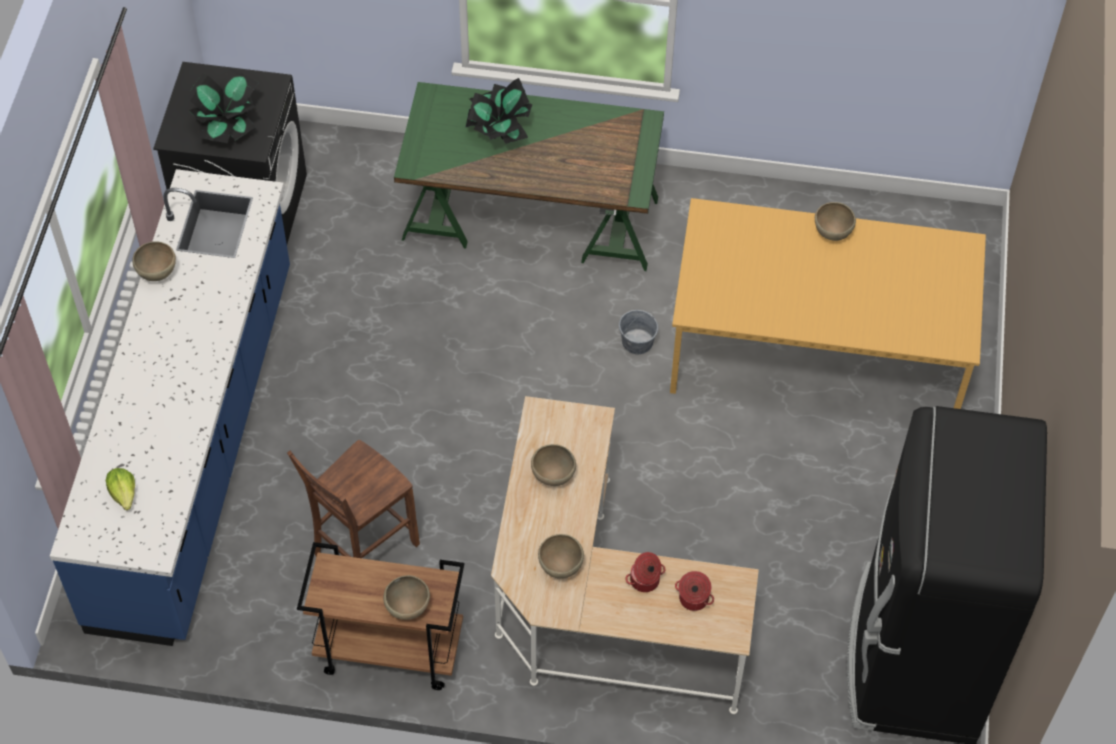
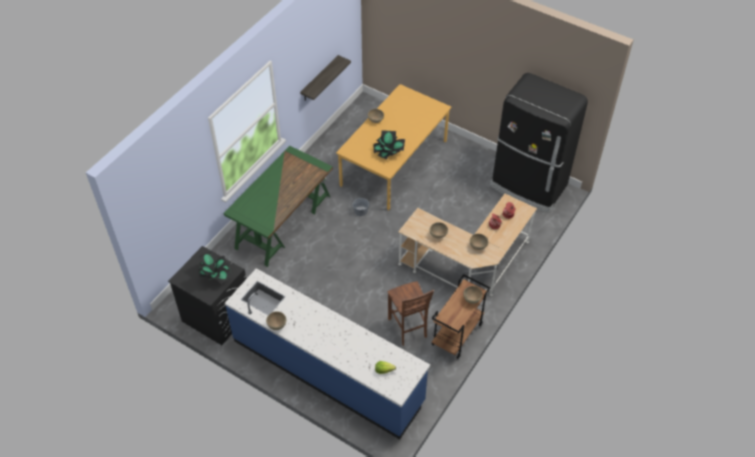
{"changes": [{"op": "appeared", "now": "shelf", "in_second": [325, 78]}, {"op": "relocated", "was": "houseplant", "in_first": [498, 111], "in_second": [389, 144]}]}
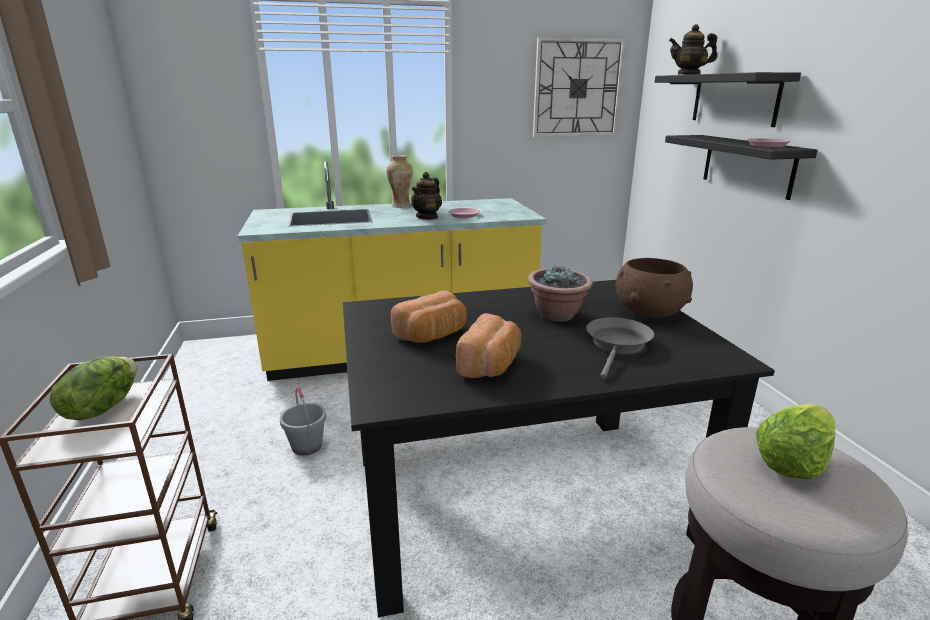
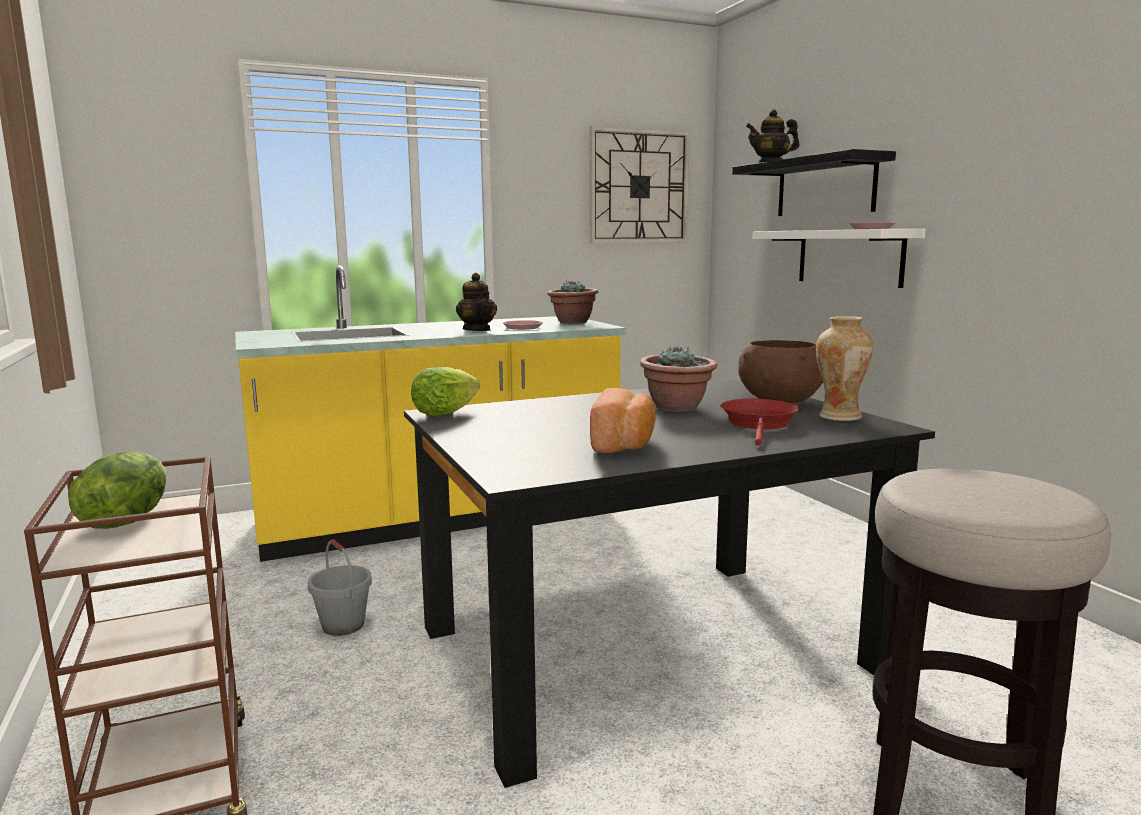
{"changes": [{"op": "missing", "was": "bread", "in_first": [429, 316]}, {"op": "appeared", "now": "houseplant", "in_second": [572, 302]}, {"op": "relocated", "was": "flower vase", "in_first": [399, 181], "in_second": [844, 368]}, {"op": "relocated", "was": "lettuce head", "in_first": [795, 442], "in_second": [445, 391]}, {"op": "colour", "was": "grey pan", "now": "red pan", "in_first": [620, 348], "in_second": [760, 422]}, {"op": "colour", "was": "blackish shelf", "now": "whitish shelf", "in_first": [741, 167], "in_second": [839, 258]}, {"op": "spun", "was": "teapot", "in_first": [426, 196], "in_second": [476, 302], "clockwise": -45}]}
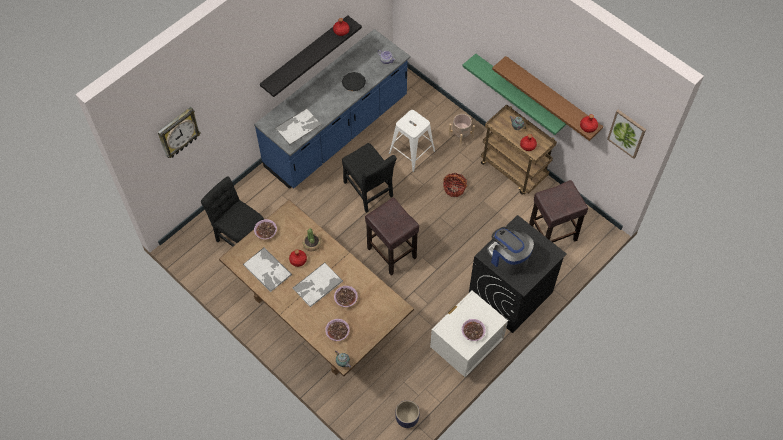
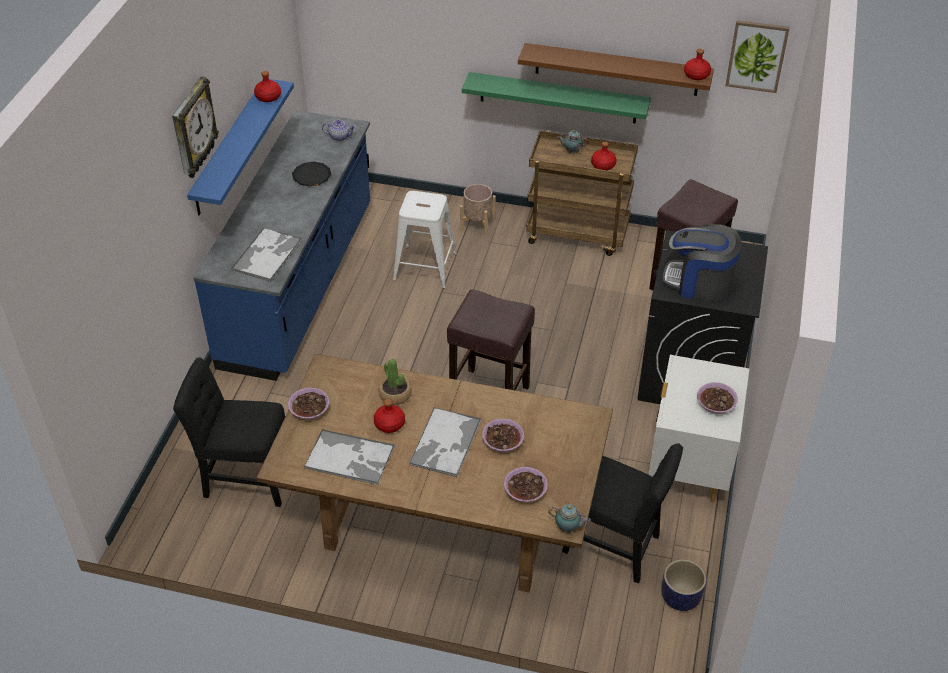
{"changes": [{"op": "missing", "was": "storage basket", "in_first": [455, 185]}, {"op": "relocated", "was": "hanging clock", "in_first": [179, 132], "in_second": [195, 127]}, {"op": "relocated", "was": "blackish plain chair", "in_first": [369, 178], "in_second": [622, 513]}, {"op": "colour", "was": "blackish shelf", "now": "blue-coloured shelf", "in_first": [311, 56], "in_second": [240, 147]}]}
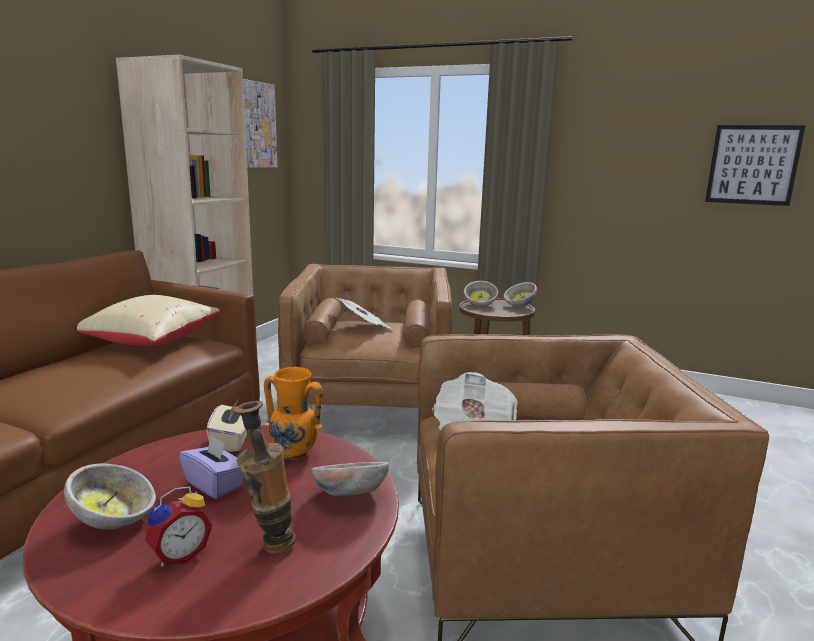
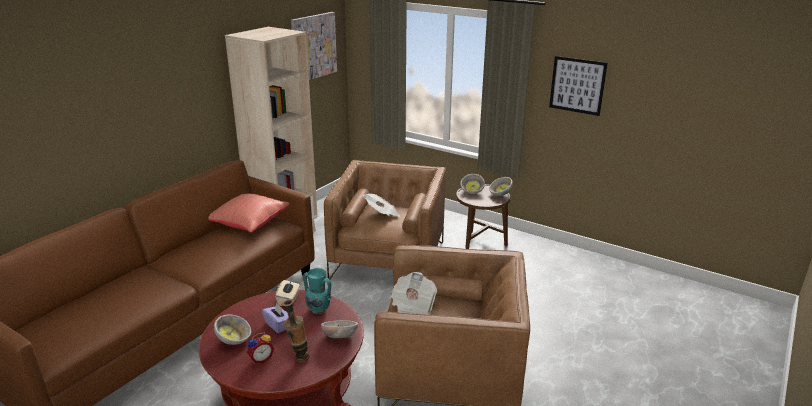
{"changes": [{"op": "relocated", "was": "picture", "in_first": [755, 165], "in_second": [578, 86]}, {"op": "colour", "was": "sand-coloured throw pillow", "now": "red throw pillow", "in_first": [148, 320], "in_second": [249, 213]}, {"op": "colour", "was": "orange-coloured flower vase", "now": "blue-green flower vase", "in_first": [293, 413], "in_second": [317, 291]}]}
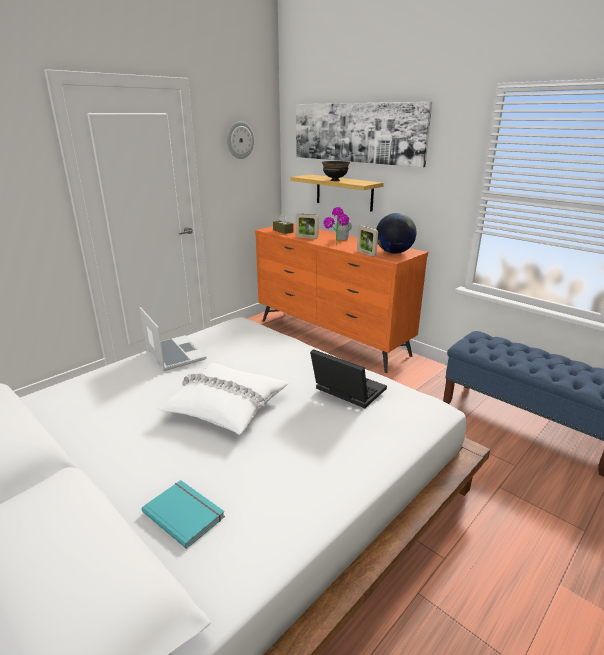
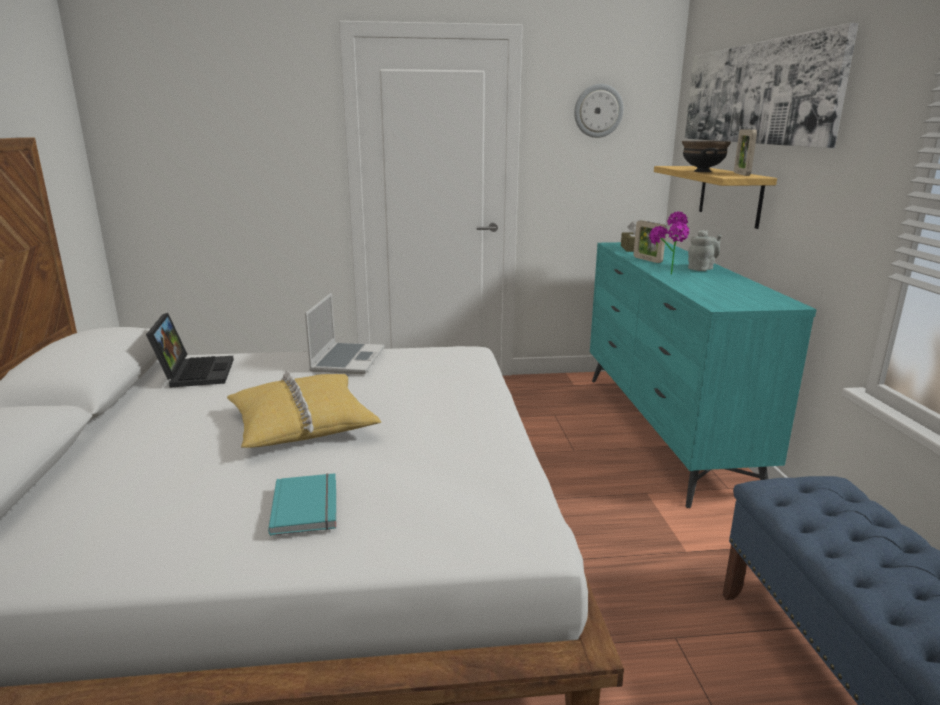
{"changes": [{"op": "missing", "was": "globe", "in_first": [396, 233]}, {"op": "relocated", "was": "blue-green volume", "in_first": [183, 514], "in_second": [302, 504]}, {"op": "relocated", "was": "laptop", "in_first": [348, 378], "in_second": [190, 350]}, {"op": "relocated", "was": "photo frame", "in_first": [367, 240], "in_second": [745, 152]}, {"op": "colour", "was": "whitish throw pillow", "now": "yellow throw pillow", "in_first": [223, 399], "in_second": [304, 409]}, {"op": "colour", "was": "orange-coloured chest of drawers", "now": "blue-green chest of drawers", "in_first": [341, 298], "in_second": [703, 375]}]}
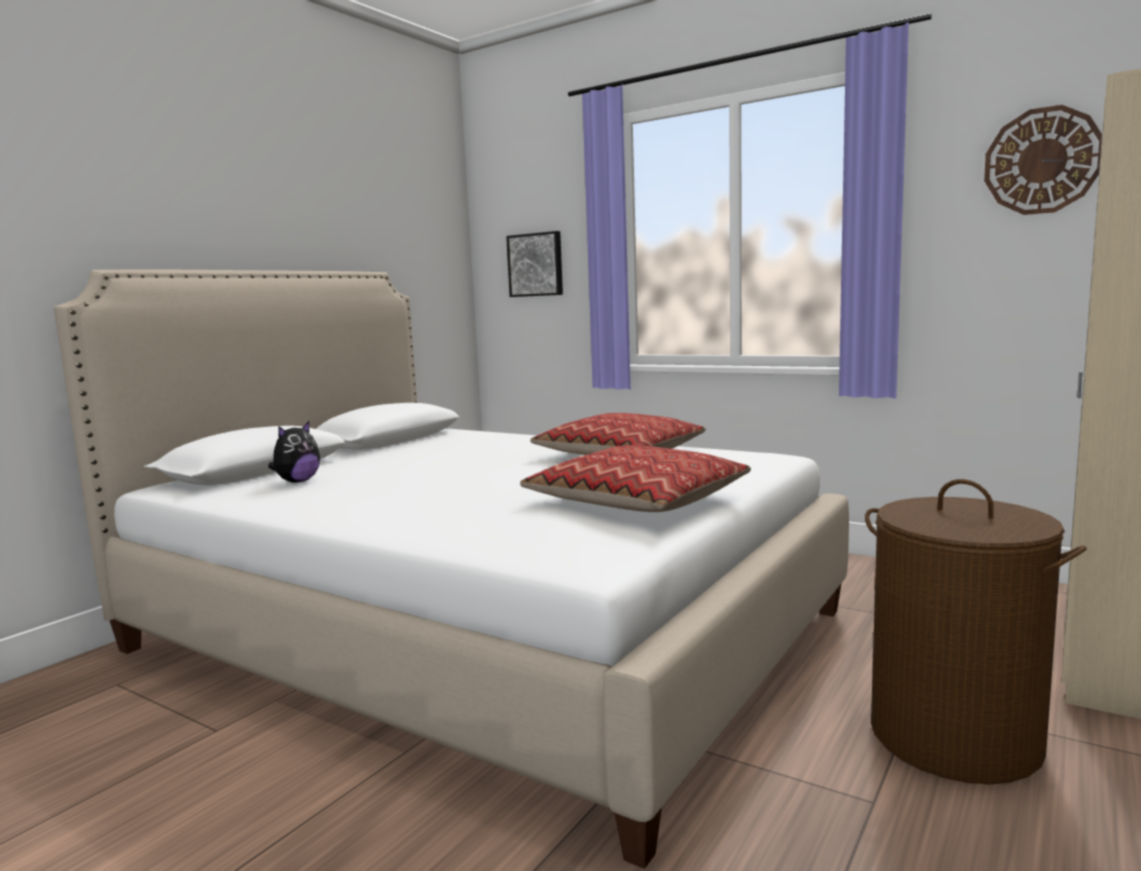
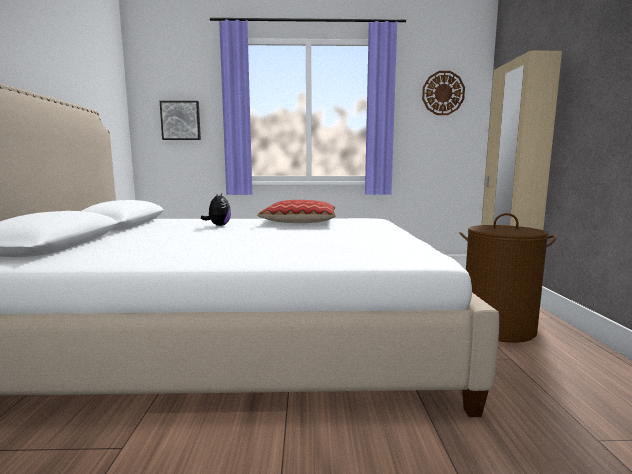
{"changes": [{"op": "missing", "was": "throw pillow", "in_first": [635, 478]}, {"op": "relocated", "was": "cuddly toy", "in_first": [294, 452], "in_second": [216, 209]}]}
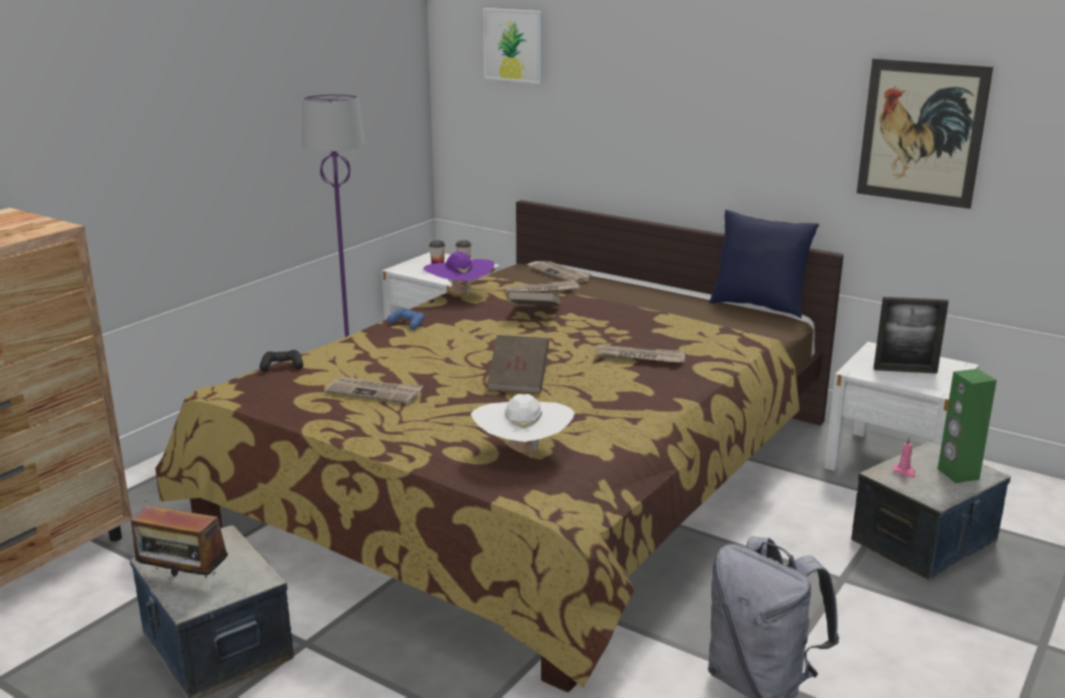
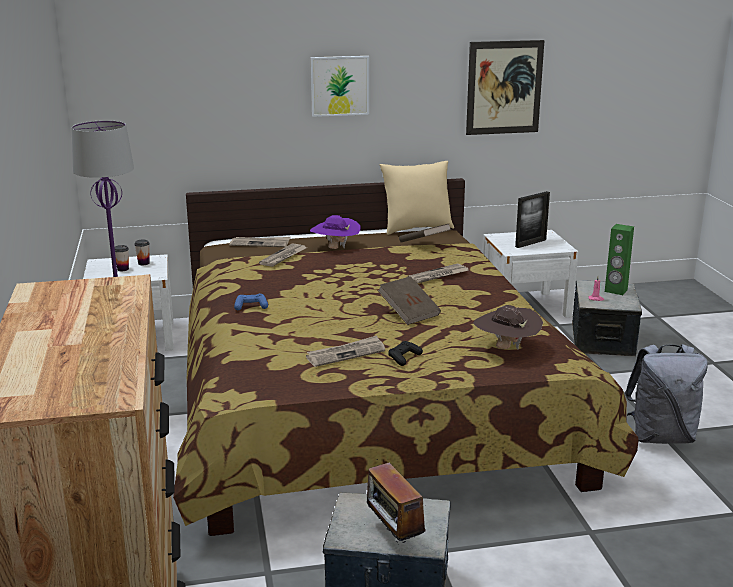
{"changes": [{"op": "relocated", "was": "blackish gamepad", "in_first": [281, 360], "in_second": [405, 353]}, {"op": "relocated", "was": "purplish hat", "in_first": [458, 274], "in_second": [335, 232]}, {"op": "relocated", "was": "picture", "in_first": [513, 46], "in_second": [340, 86]}, {"op": "relocated", "was": "brown-coloured volume", "in_first": [534, 298], "in_second": [425, 232]}, {"op": "colour", "was": "whitish hat", "now": "brown-coloured hat", "in_first": [523, 426], "in_second": [508, 327]}, {"op": "colour", "was": "blue-coloured throw pillow", "now": "sand-coloured throw pillow", "in_first": [764, 264], "in_second": [417, 198]}, {"op": "spun", "was": "radio set", "in_first": [179, 536], "in_second": [396, 501], "clockwise": 90}]}
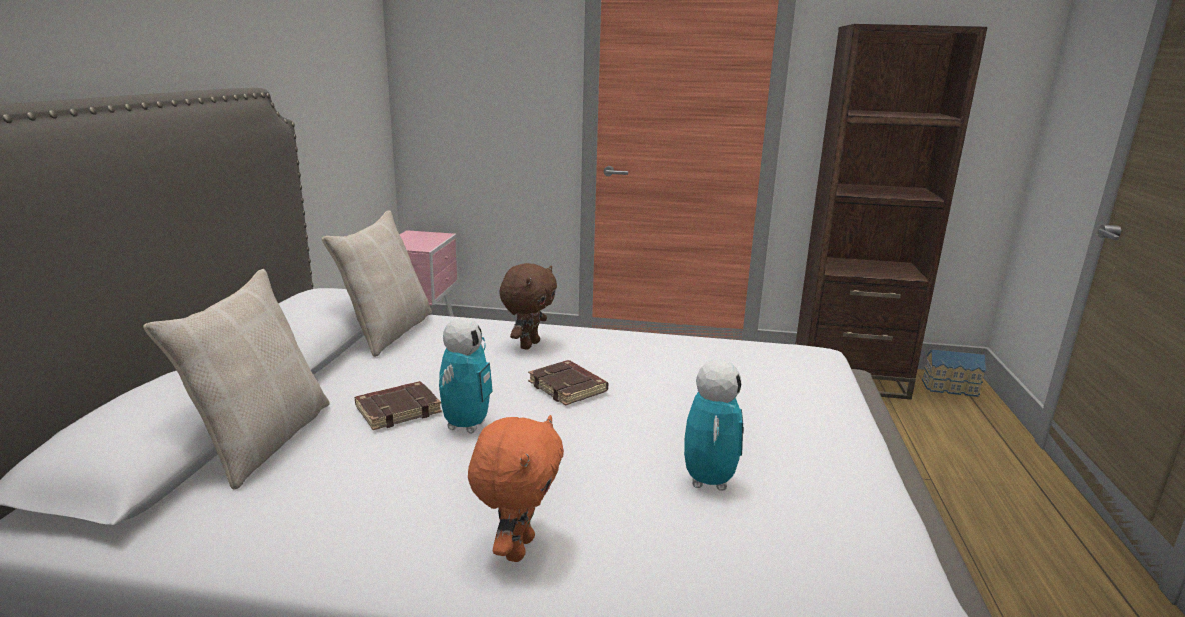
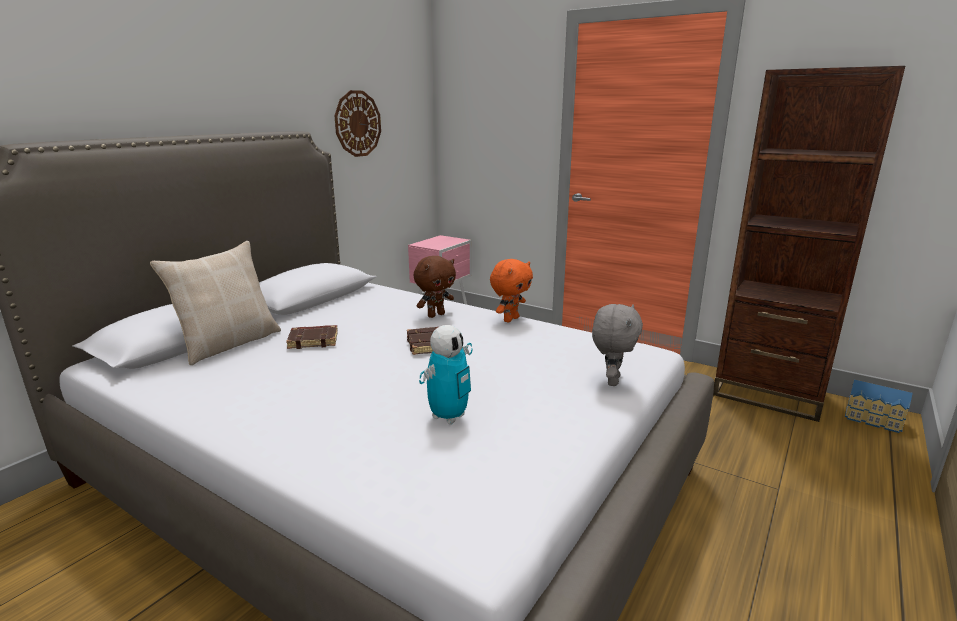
{"changes": [{"op": "missing", "was": "sand-coloured throw pillow", "in_first": [377, 283]}, {"op": "missing", "was": "robot figure", "in_first": [466, 375]}, {"op": "appeared", "now": "hanging clock", "in_second": [357, 123]}, {"op": "appeared", "now": "grey cuddly toy", "in_second": [617, 345]}, {"op": "relocated", "was": "orange-coloured cuddly toy", "in_first": [516, 488], "in_second": [511, 290]}]}
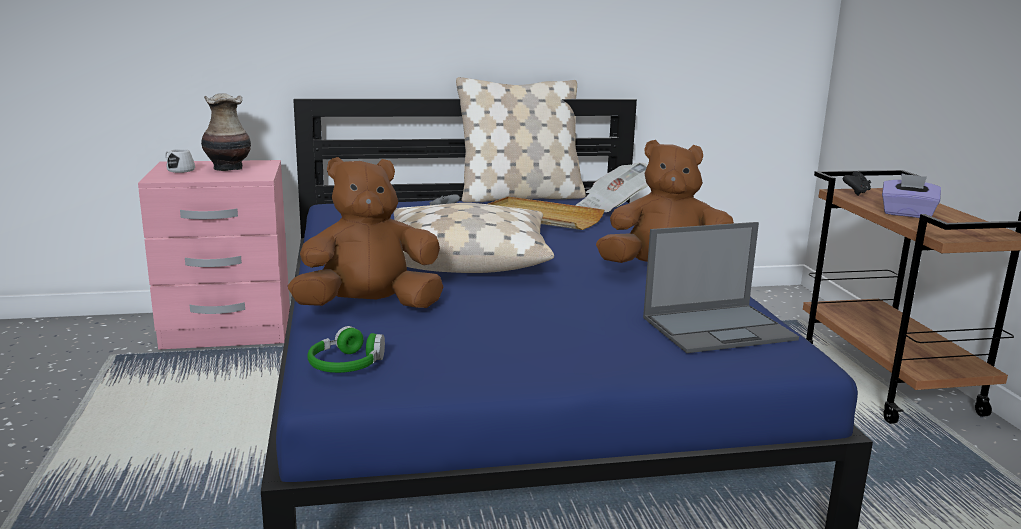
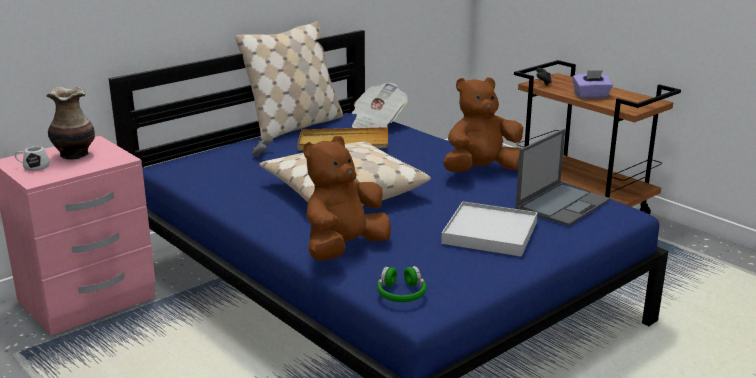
{"changes": [{"op": "appeared", "now": "whitish carrying tray", "in_second": [489, 229]}]}
